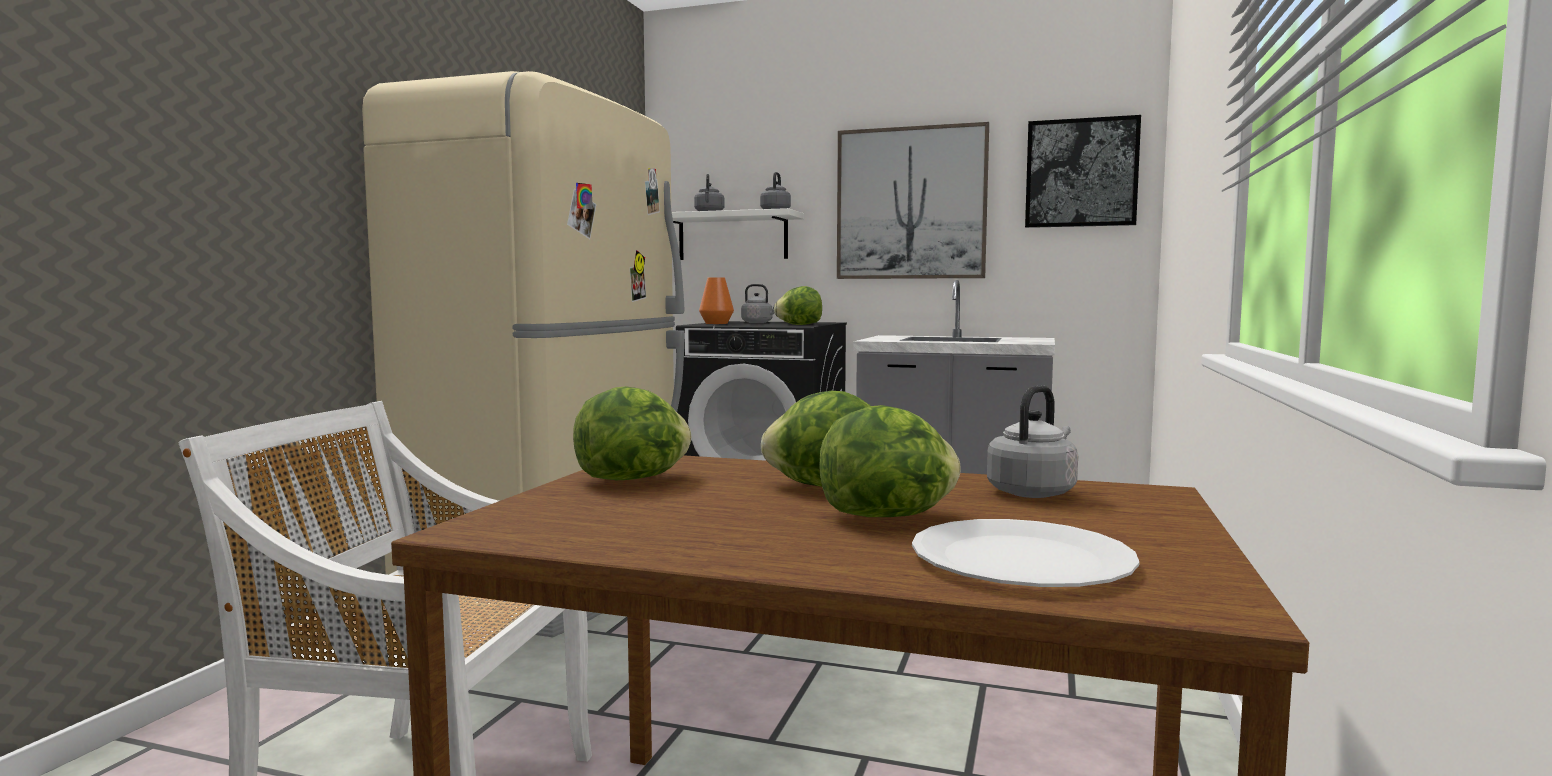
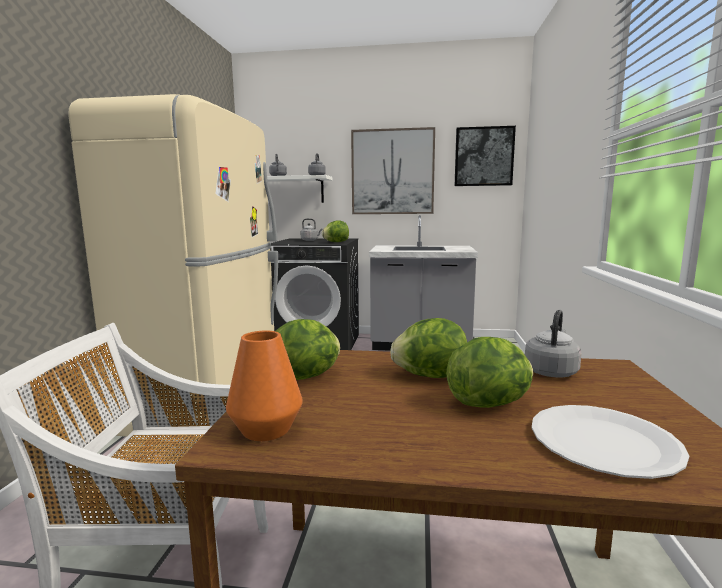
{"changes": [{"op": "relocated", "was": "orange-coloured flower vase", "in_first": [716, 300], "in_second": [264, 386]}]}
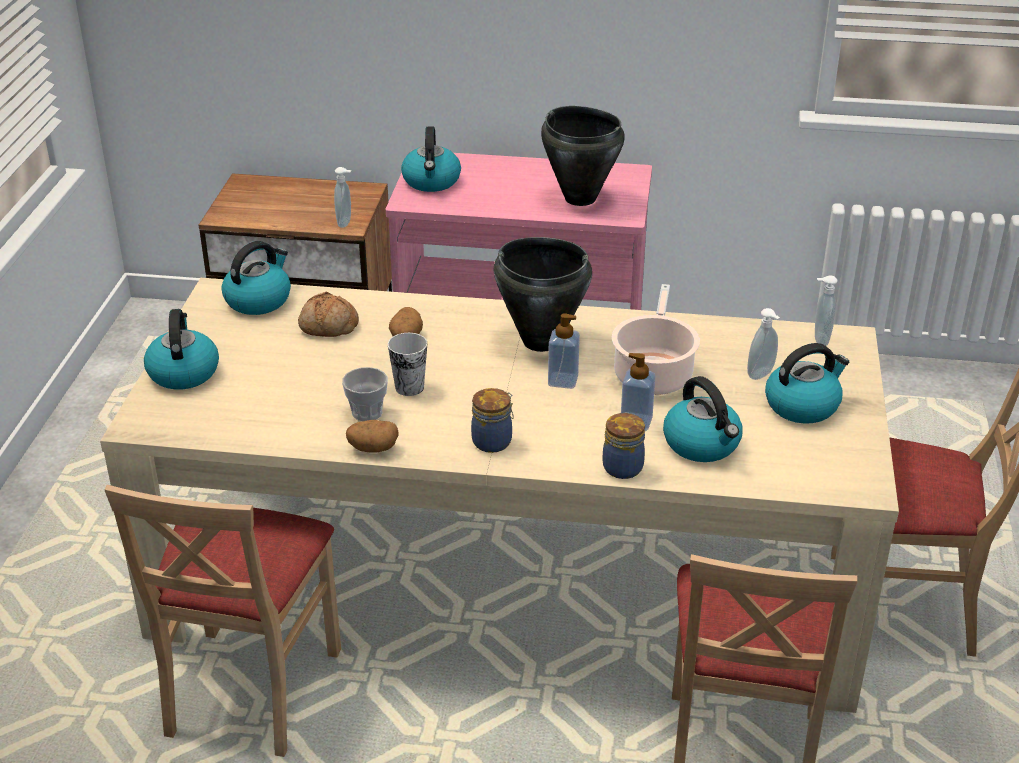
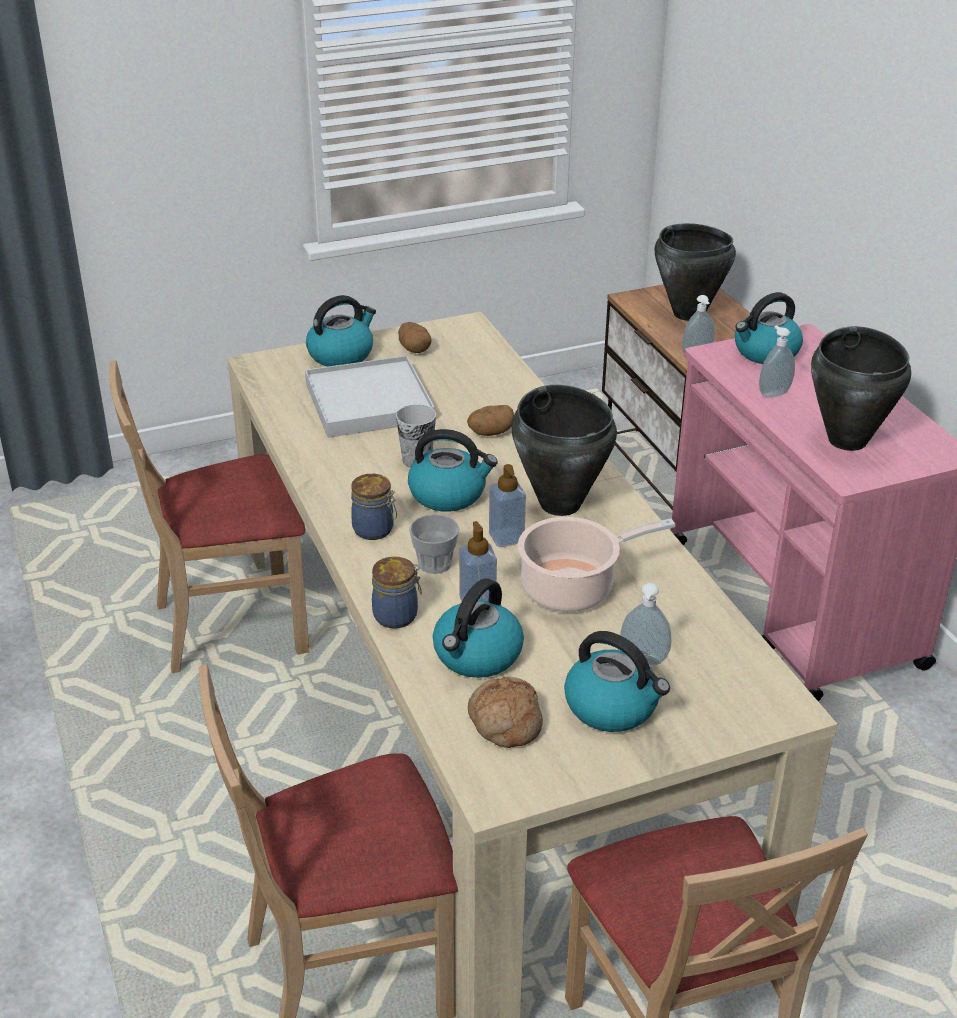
{"changes": [{"op": "appeared", "now": "whitish carrying tray", "in_second": [370, 397]}, {"op": "appeared", "now": "blackish saucepot", "in_second": [695, 272]}, {"op": "relocated", "was": "water kettle", "in_first": [256, 278], "in_second": [453, 470]}, {"op": "relocated", "was": "bread", "in_first": [328, 314], "in_second": [505, 712]}, {"op": "relocated", "was": "cup", "in_first": [365, 394], "in_second": [434, 544]}, {"op": "relocated", "was": "spud", "in_first": [372, 436], "in_second": [414, 337]}, {"op": "relocated", "was": "soap bottle", "in_first": [826, 310], "in_second": [777, 361]}]}
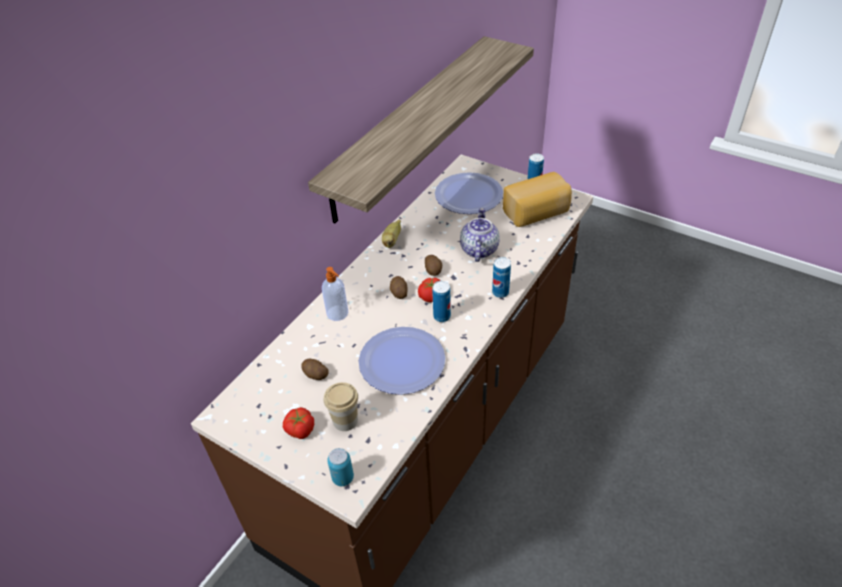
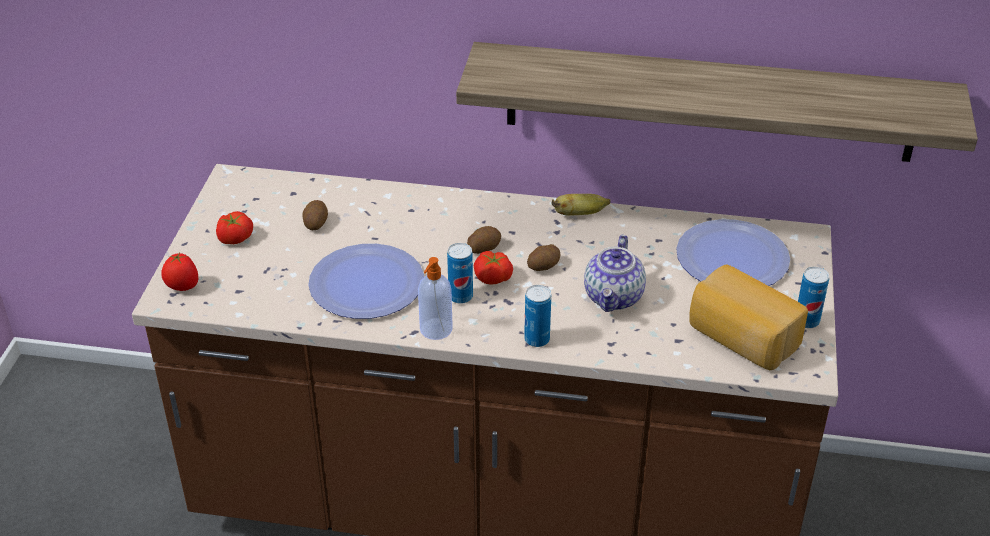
{"changes": [{"op": "missing", "was": "cup", "in_first": [341, 406]}, {"op": "relocated", "was": "soap bottle", "in_first": [335, 294], "in_second": [435, 298]}, {"op": "exchanged", "was": "can", "now": "tomato", "in_first": [340, 467], "in_second": [179, 272]}, {"op": "spun", "was": "teapot", "in_first": [480, 235], "in_second": [615, 273], "clockwise": 120}]}
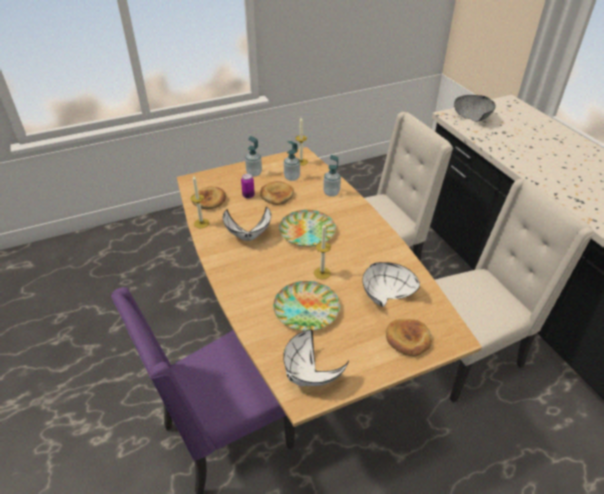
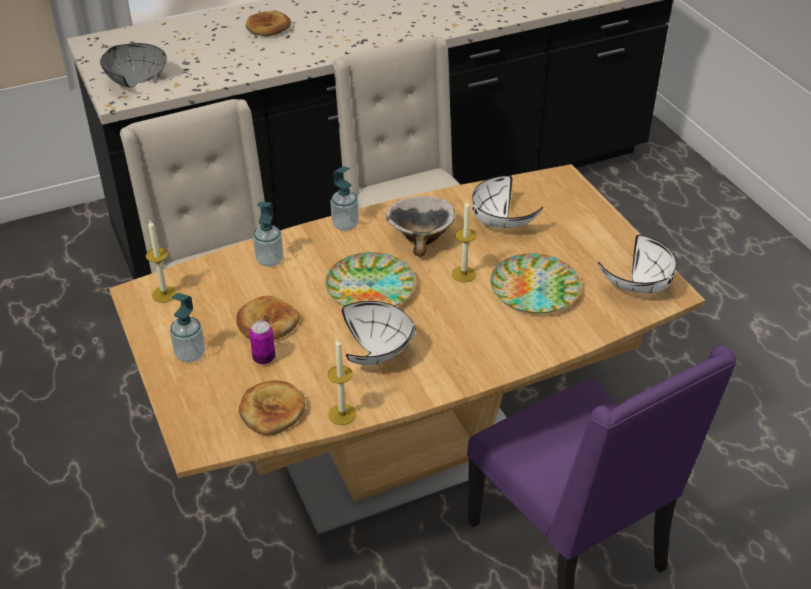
{"changes": [{"op": "appeared", "now": "bowl", "in_second": [420, 226]}, {"op": "relocated", "was": "soap bottle", "in_first": [292, 161], "in_second": [345, 198]}, {"op": "relocated", "was": "bread", "in_first": [409, 338], "in_second": [268, 24]}]}
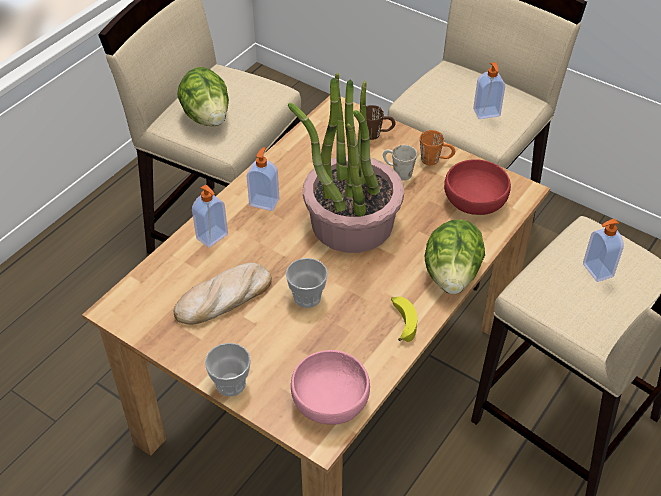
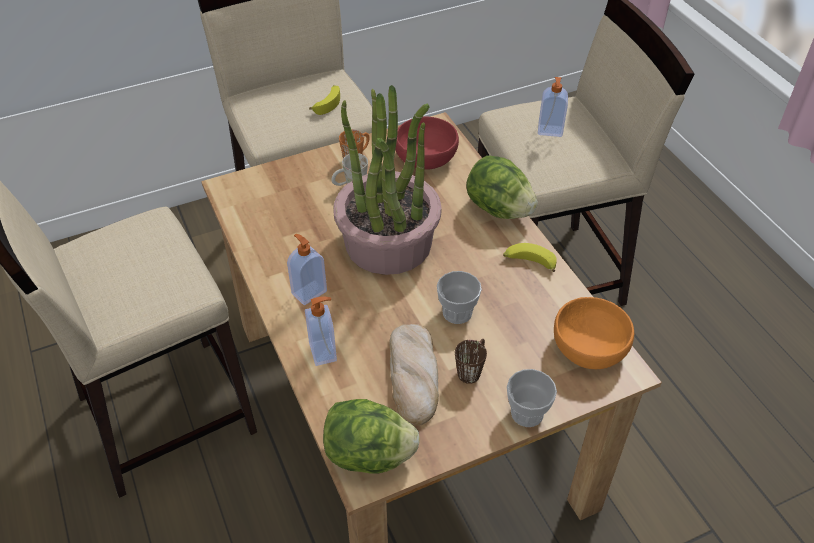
{"changes": [{"op": "relocated", "was": "lettuce head", "in_first": [203, 97], "in_second": [371, 436]}, {"op": "relocated", "was": "brown-coloured coffee mug", "in_first": [381, 122], "in_second": [471, 361]}, {"op": "exchanged", "was": "soap bottle", "now": "banana fruit", "in_first": [489, 90], "in_second": [324, 100]}, {"op": "colour", "was": "pinkish bowl", "now": "orange-coloured bowl", "in_first": [330, 387], "in_second": [594, 333]}]}
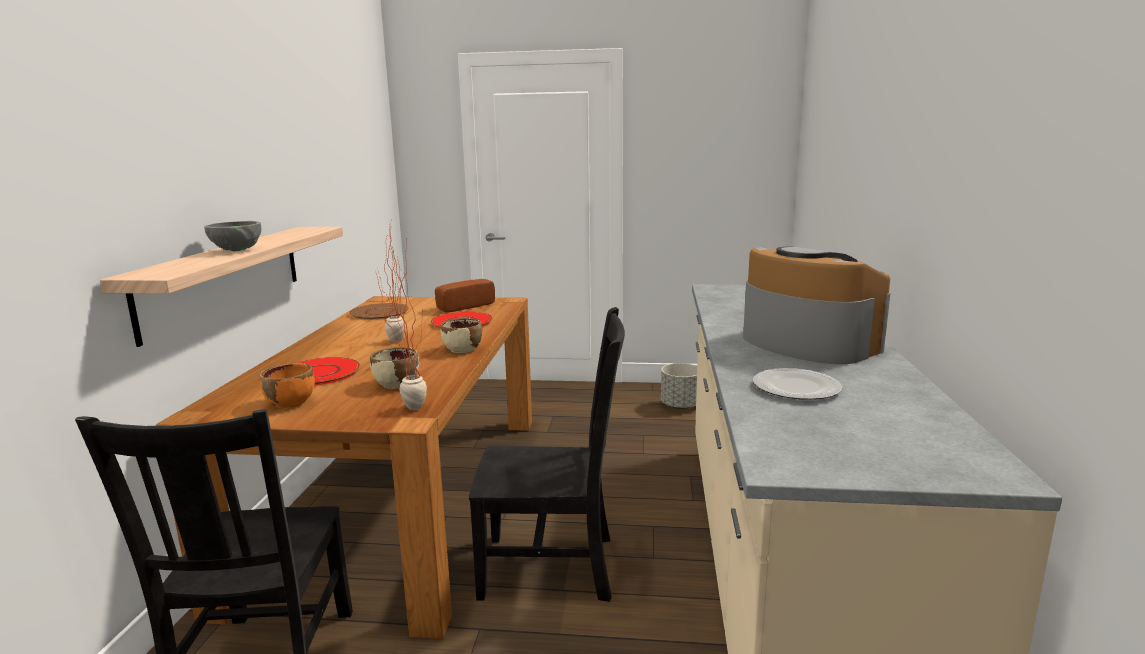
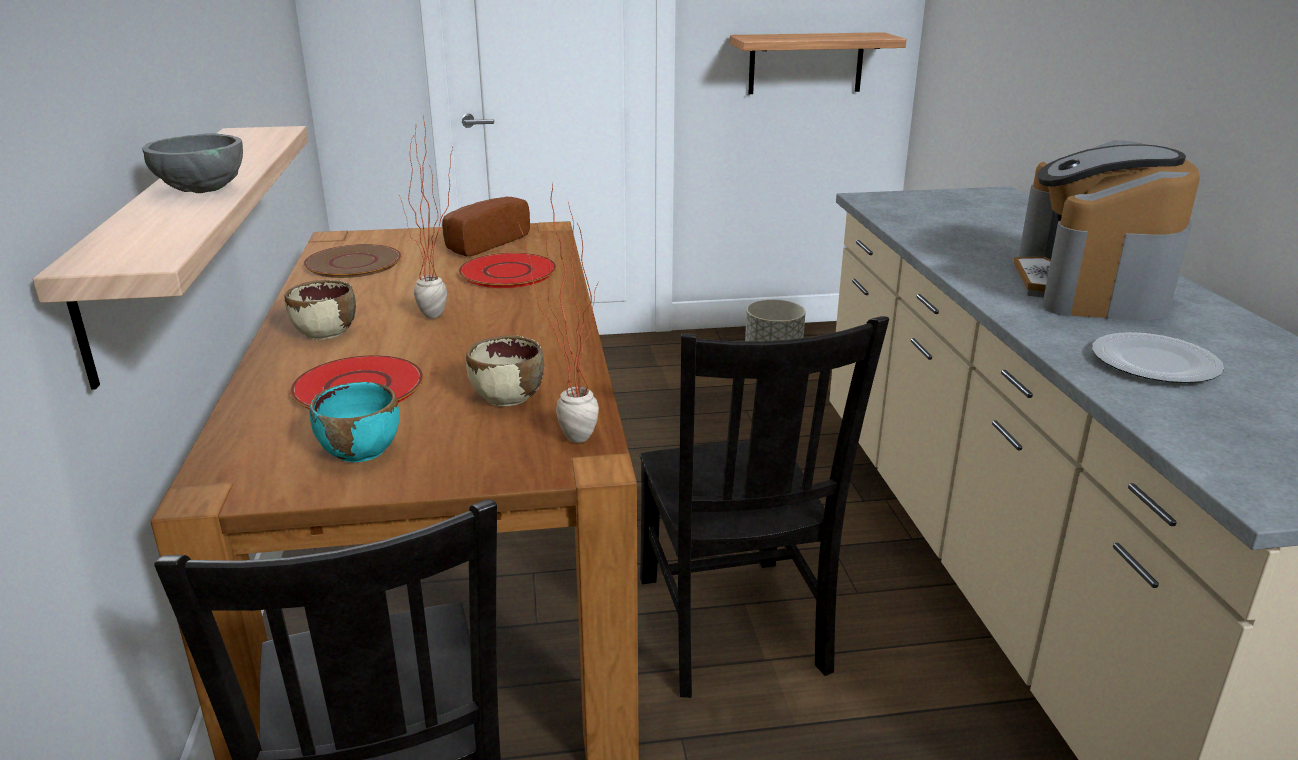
{"changes": [{"op": "appeared", "now": "shelf", "in_second": [818, 63]}, {"op": "relocated", "was": "sand-coloured bowl", "in_first": [461, 335], "in_second": [320, 310]}, {"op": "colour", "was": "orange-coloured bowl", "now": "blue-green bowl", "in_first": [287, 385], "in_second": [354, 422]}, {"op": "spun", "was": "blackish plain chair", "in_first": [547, 454], "in_second": [764, 507], "clockwise": 90}, {"op": "spun", "was": "coffee brewer", "in_first": [817, 305], "in_second": [1107, 230], "clockwise": -120}]}
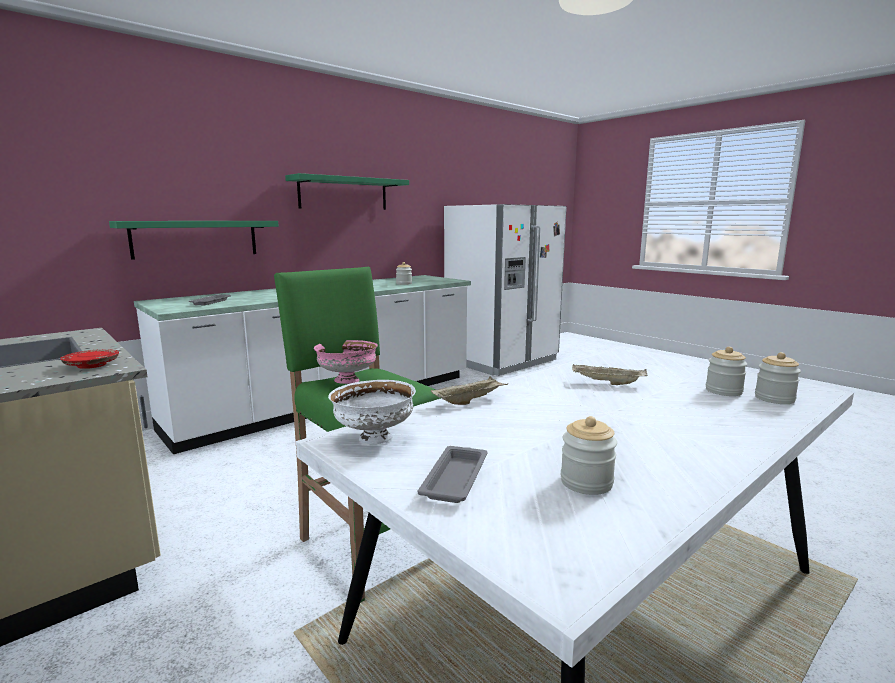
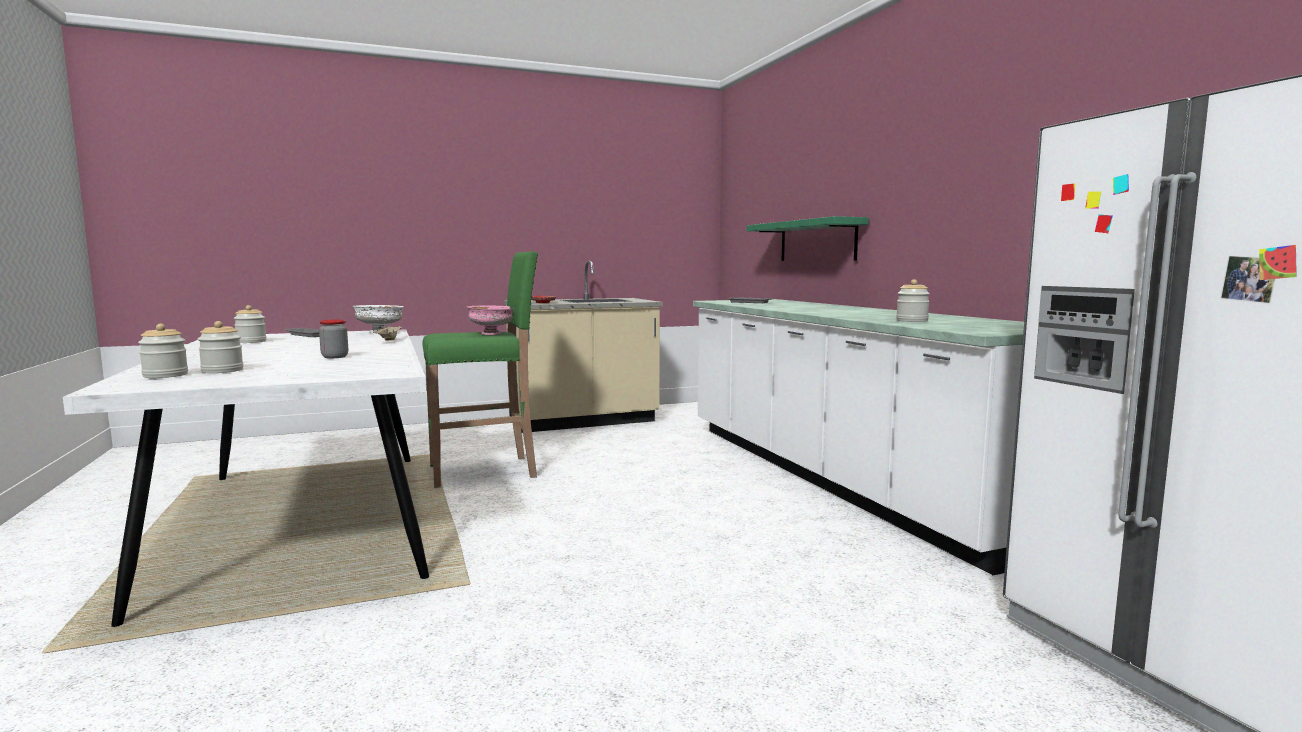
{"changes": [{"op": "missing", "was": "green shelf", "in_first": [347, 191]}, {"op": "exchanged", "was": "sand-coloured carrying tray", "now": "jar", "in_first": [610, 374], "in_second": [333, 338]}]}
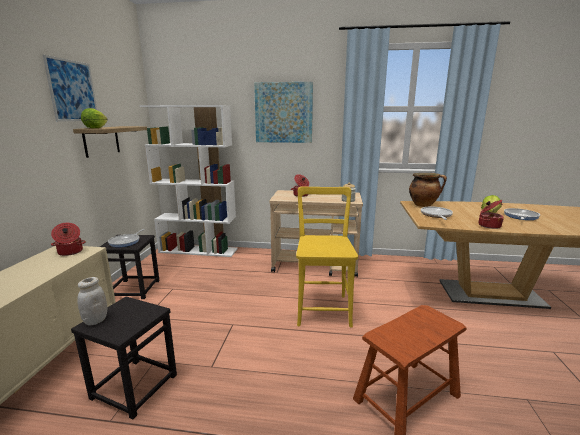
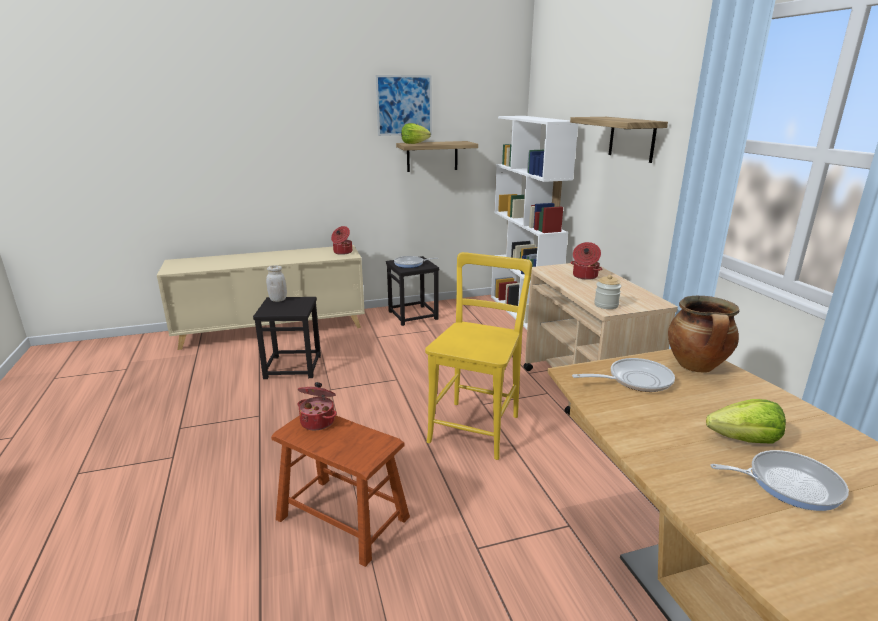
{"changes": [{"op": "relocated", "was": "saucepot", "in_first": [491, 214], "in_second": [317, 406]}, {"op": "exchanged", "was": "picture", "now": "shelf", "in_first": [283, 112], "in_second": [619, 140]}, {"op": "spun", "was": "yellow plain chair", "in_first": [327, 257], "in_second": [478, 356], "clockwise": -45}]}
